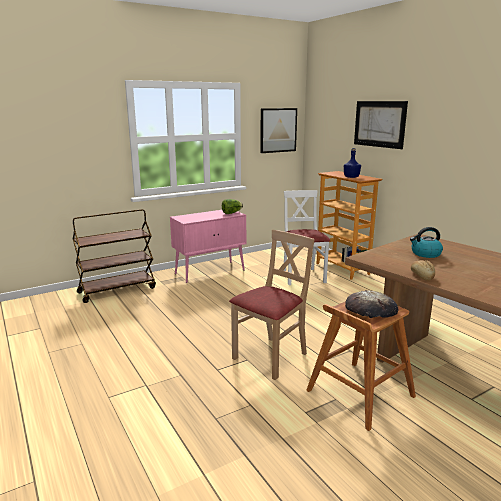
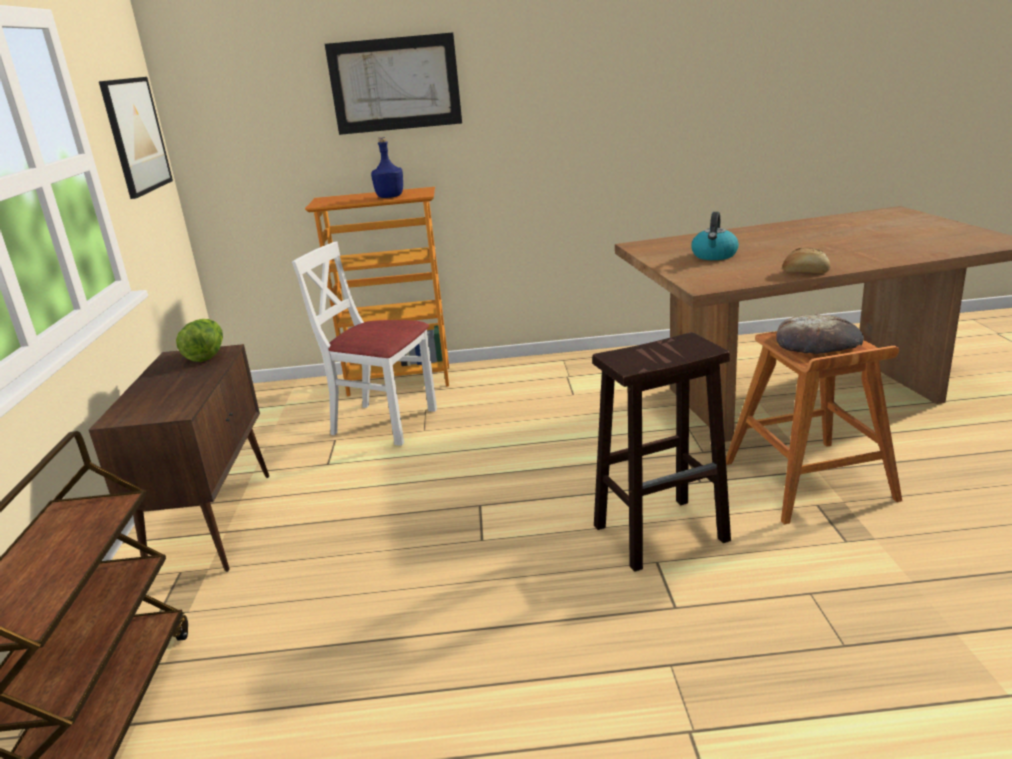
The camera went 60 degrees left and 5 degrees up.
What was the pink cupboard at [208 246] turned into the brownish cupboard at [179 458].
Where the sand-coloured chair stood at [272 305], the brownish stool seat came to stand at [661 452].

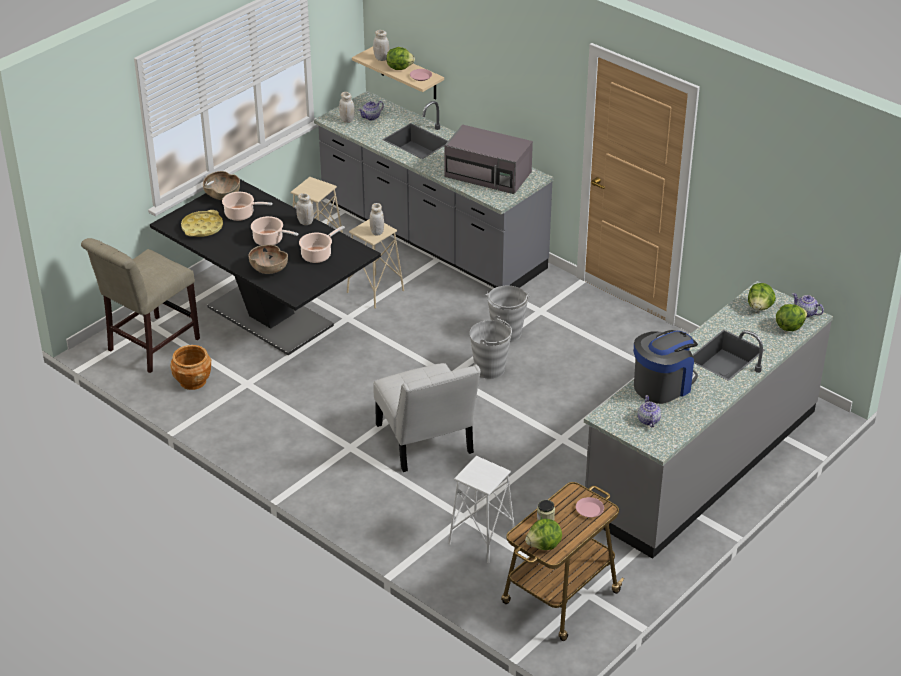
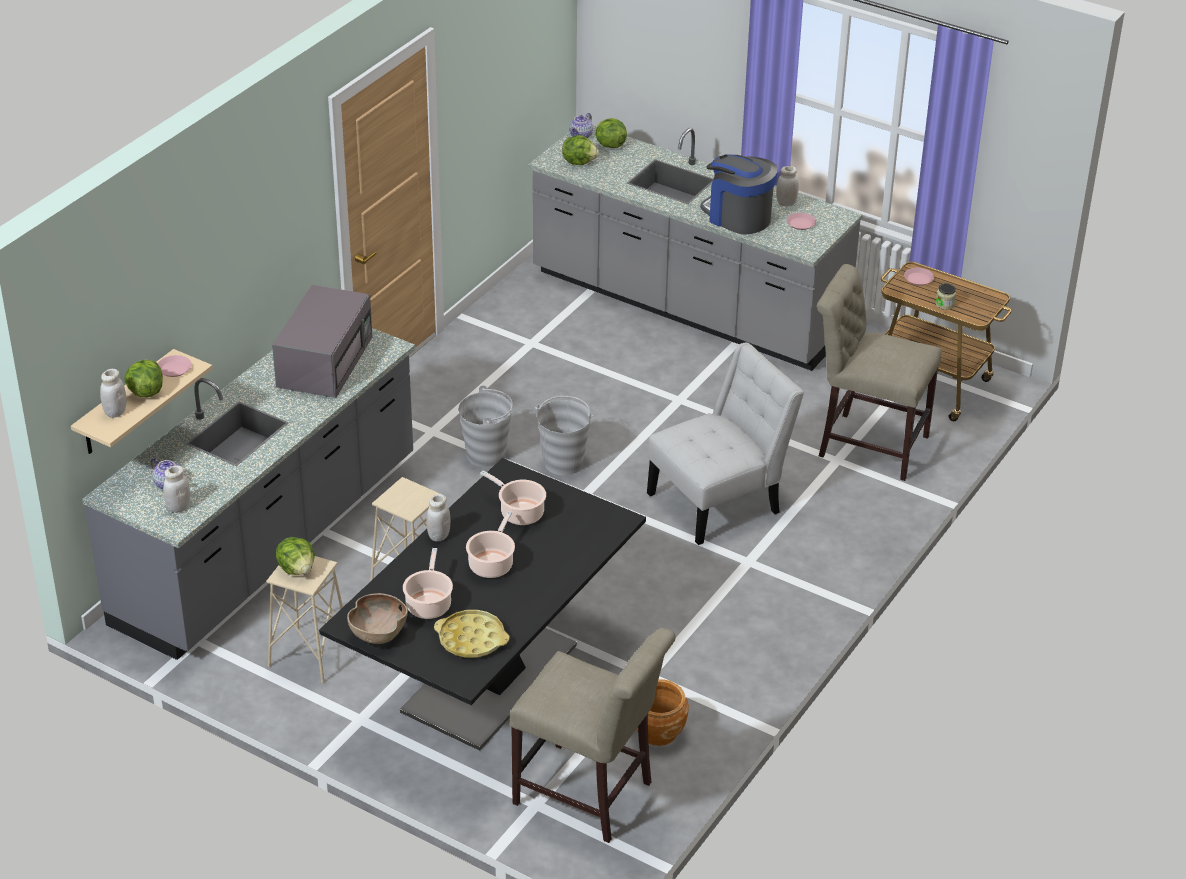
The camera went 100 degrees left and 0 degrees up.
The head of lettuce ended up elsewhere, having gone from [543 534] to [295 556].
The whitish jar ended up elsewhere, having gone from [377 219] to [787 186].
Where the tea pot stood at [649 411], the pink plate came to stand at [801 221].
Where the whitish stool seat stood at [481 510], the sand-coloured chair came to stand at [879 372].
The second view lost the brownish serving bowl at [268 259].

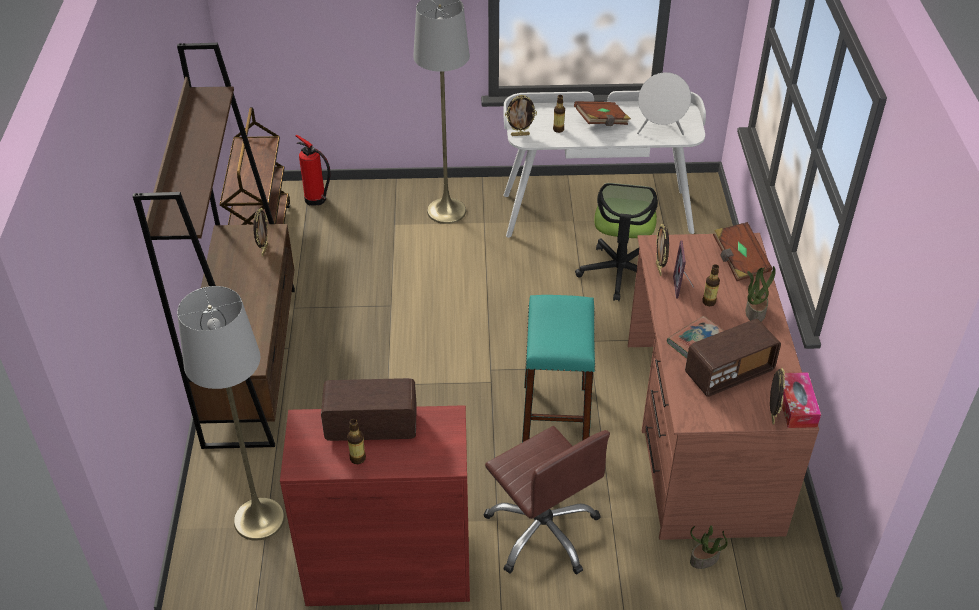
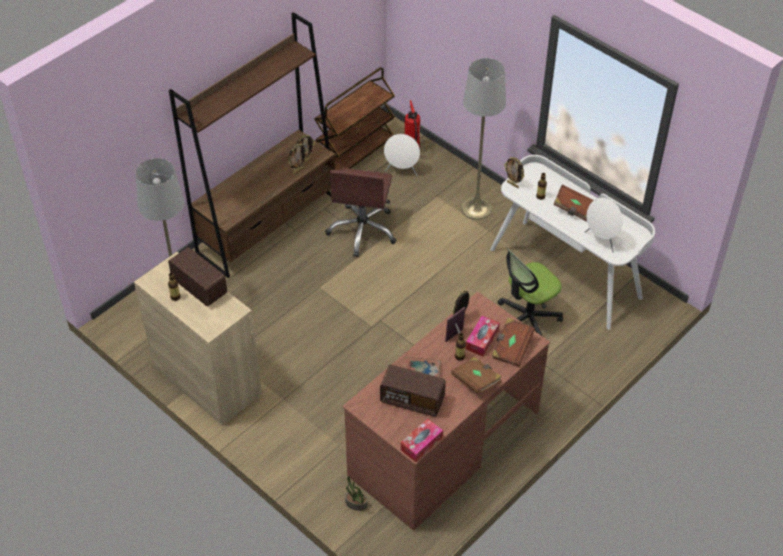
The camera went 45 degrees right and 5 degrees up.
What was the red cupboard at [375 505] turned into the sand-coloured cupboard at [198 339].
The picture frame ended up elsewhere, having gone from [777 396] to [298 159].
The brownish office chair ended up elsewhere, having gone from [547 500] to [361 212].
The second view gained the whitish loudspeaker at [402 155].
Where the plant in a pot stood at [761 294], the brownish book came to stand at [476 375].
The second view gained the tissue box at [482 336].
The second view lost the turquoise stool seat at [558 368].

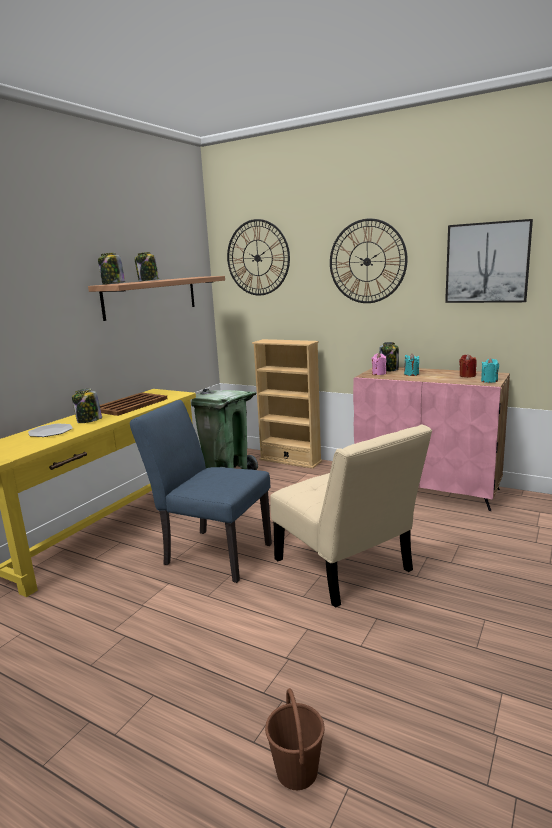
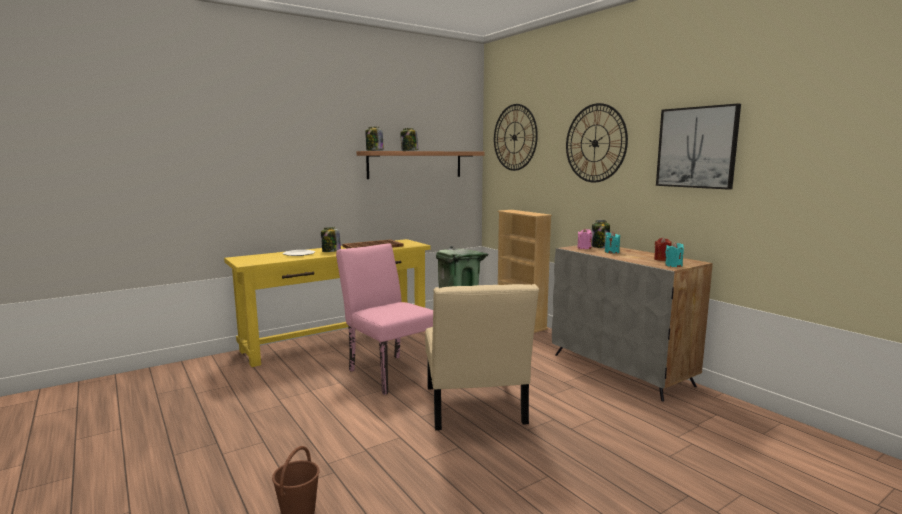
The camera went 25 degrees right and 5 degrees down.
What was the bluish chair at [201 491] turned into the pink chair at [384 319].
What was the pink cupboard at [431 439] turned into the gray cupboard at [632 322].

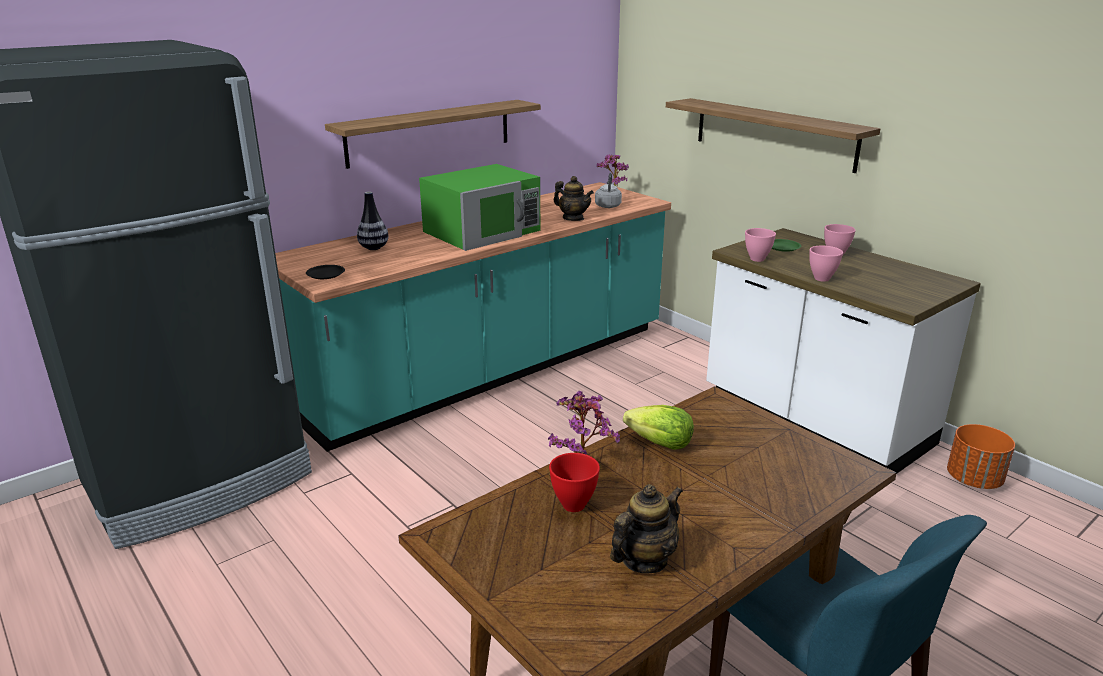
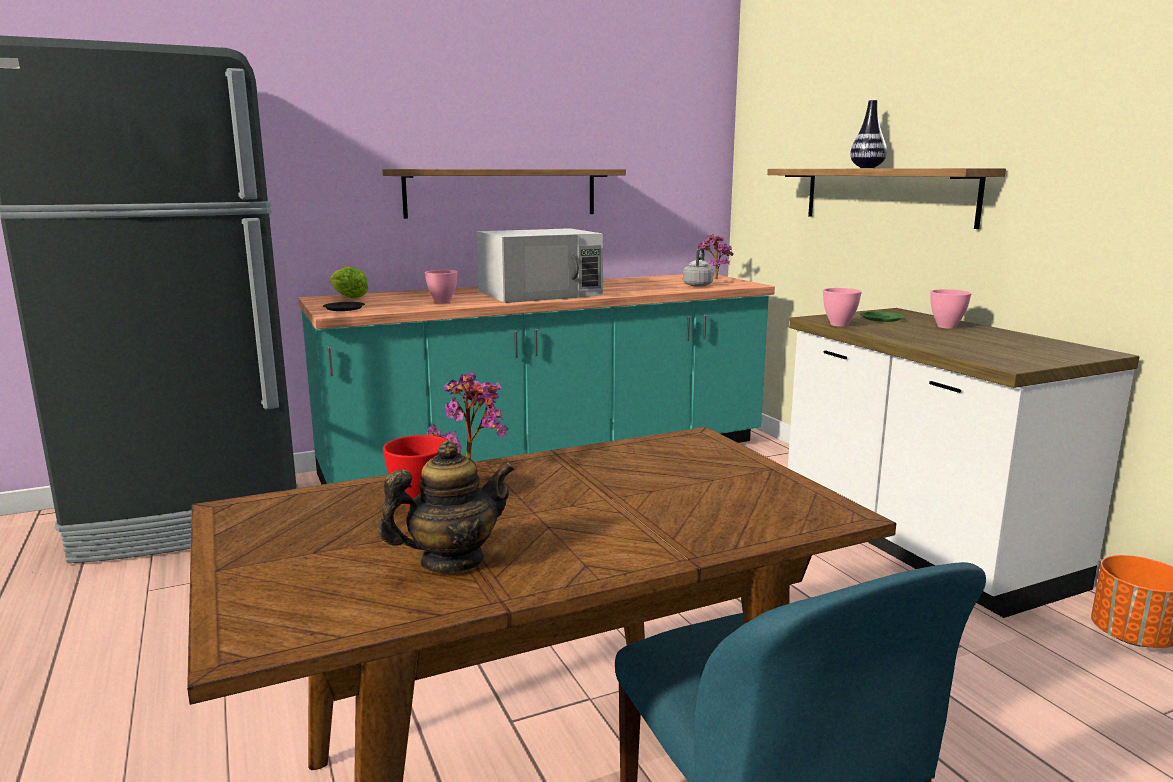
The camera went 15 degrees right and 10 degrees down.
The head of lettuce ended up elsewhere, having gone from [658 427] to [349 283].
The pink serving bowl ended up elsewhere, having gone from [826 264] to [441 286].
What was the greenish microwave oven at [479 207] turned into the whitish microwave oven at [539 265].
The decorative vase ended up elsewhere, having gone from [373 221] to [868 134].
The second view lost the tea pot at [574 198].

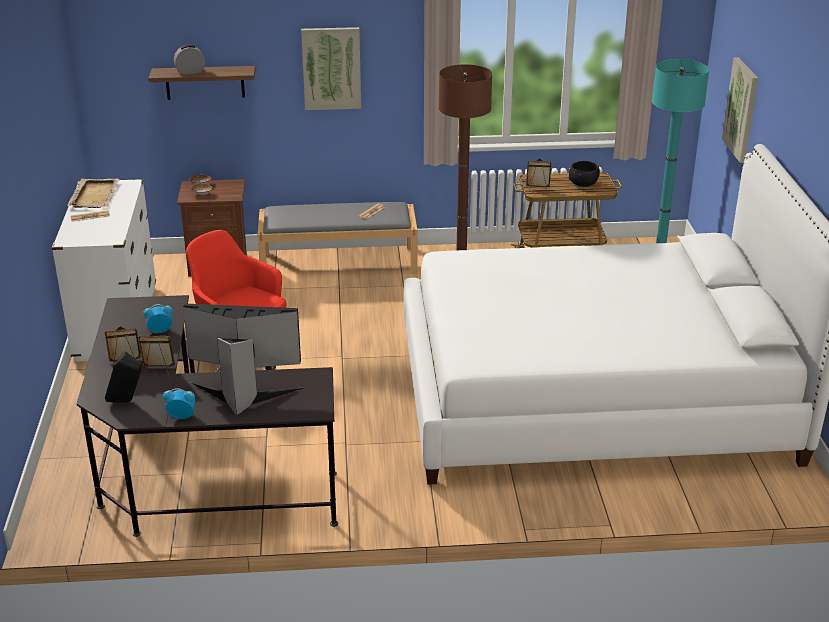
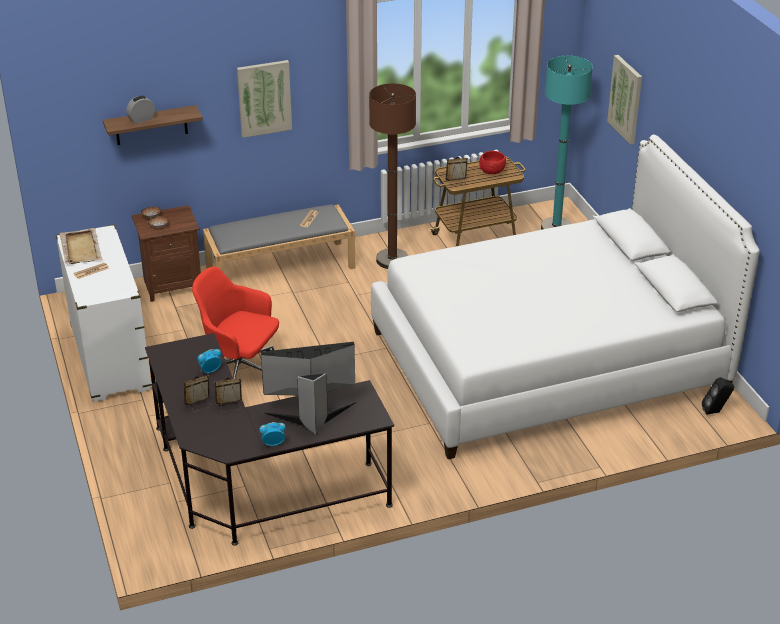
The camera went 15 degrees left and 5 degrees up.
What was the black-coloured serving bowl at [584 174] turned into the red serving bowl at [492 162].
The black-coloured loudspeaker ended up elsewhere, having gone from [123 376] to [718 396].

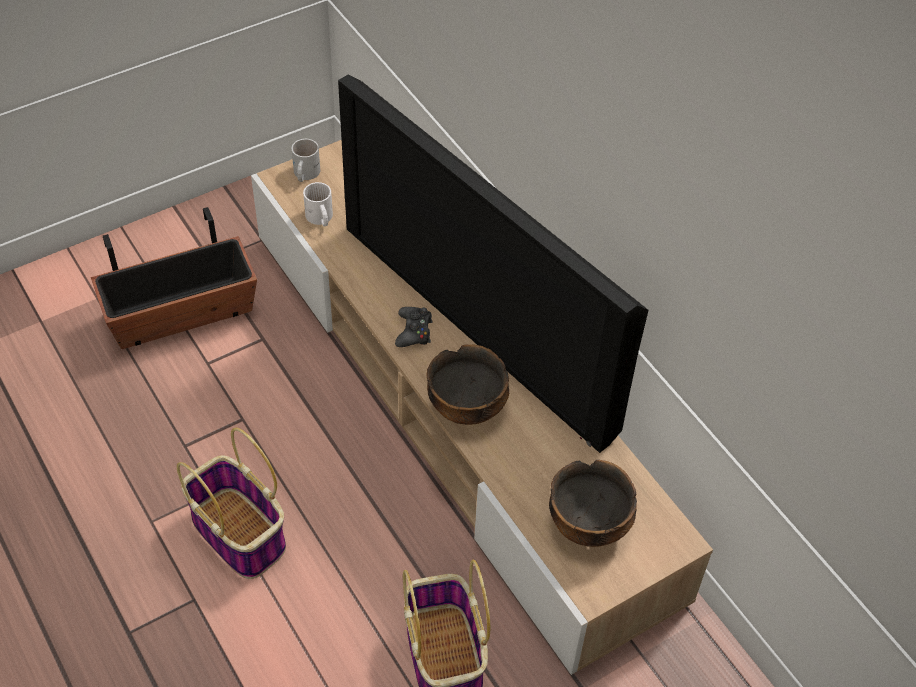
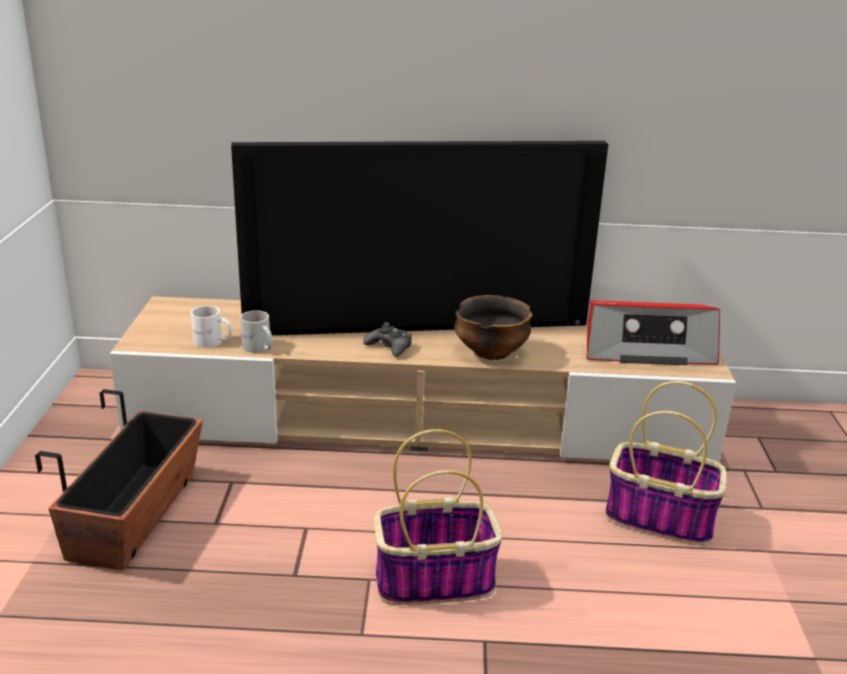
The camera went 55 degrees left and 25 degrees down.
The whitish coffee mug ended up elsewhere, having gone from [306 160] to [256 331].
Where the serving bowl stood at [593 503], the radio set came to stand at [653 332].

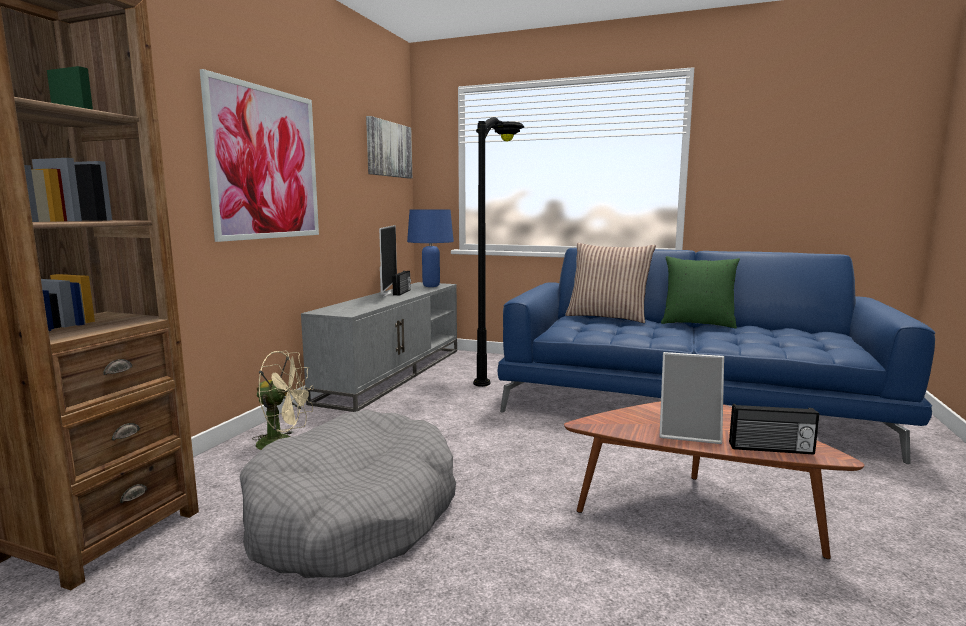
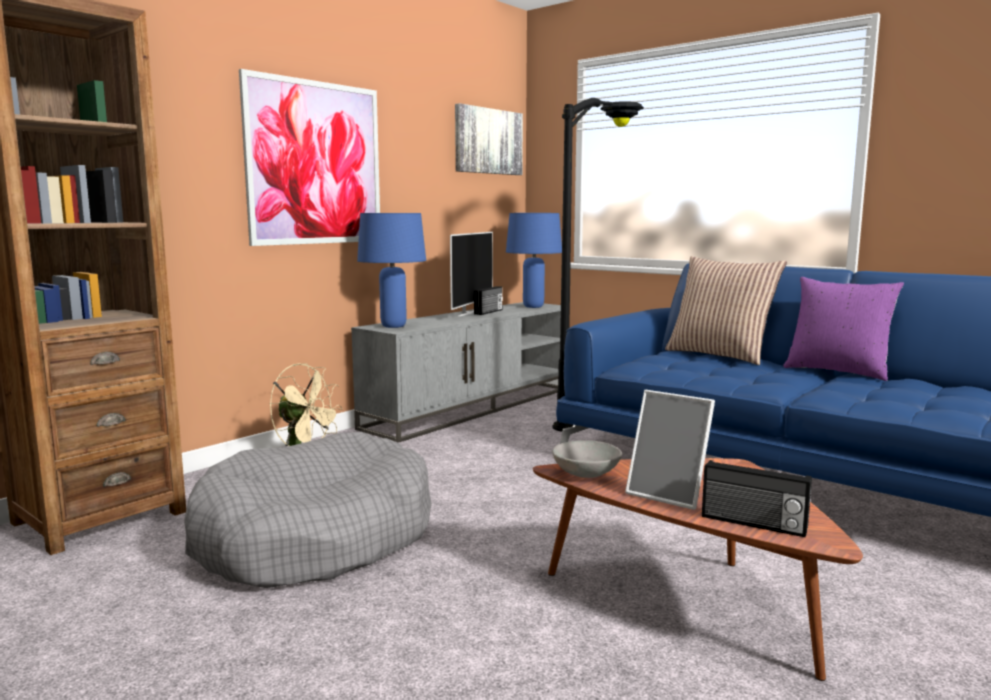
The camera went 20 degrees right and 0 degrees up.
The second view gained the bluish tabletop lamp at [391 270].
The second view gained the gray serving bowl at [587 459].
What was the greenish cushion at [700 292] turned into the purplish cushion at [843 329].

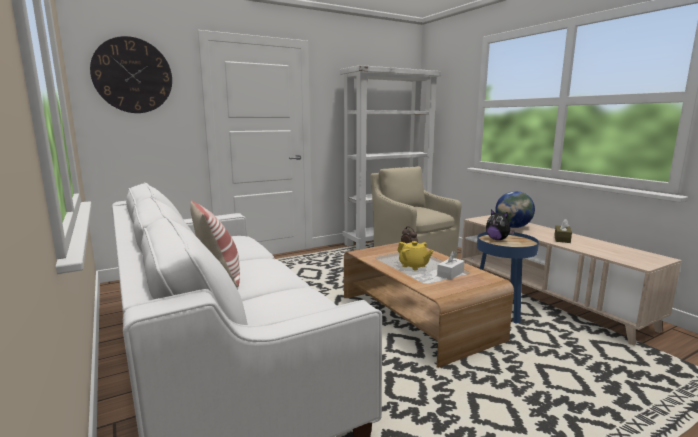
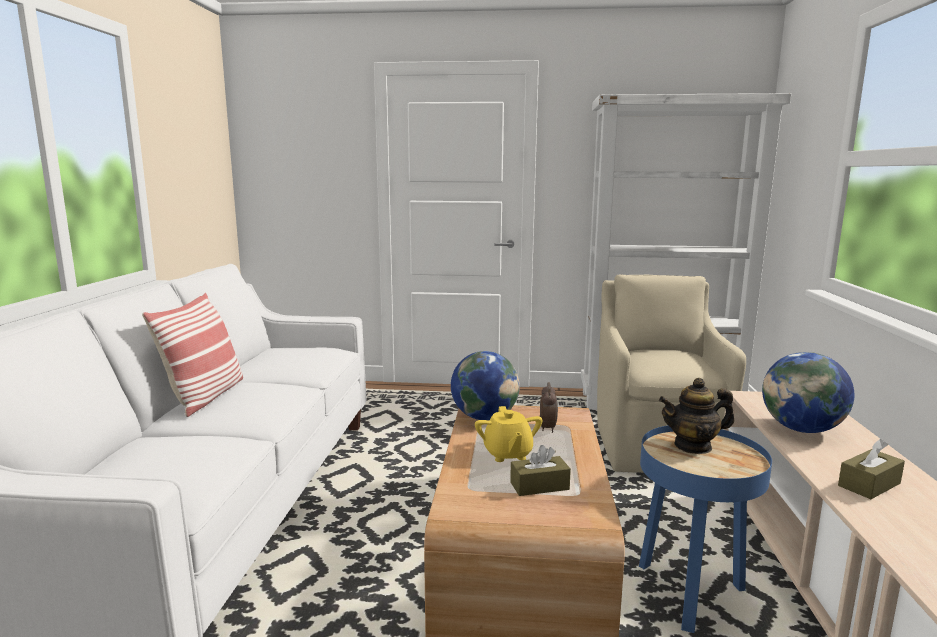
The camera went 35 degrees right and 0 degrees up.
The second view gained the globe at [485 385].
What was the whitish tissue box at [451 265] turned into the brownish tissue box at [540 470].
Where the soft toy stood at [500 224], the tea pot came to stand at [696 416].
The second view lost the hanging clock at [131 74].

